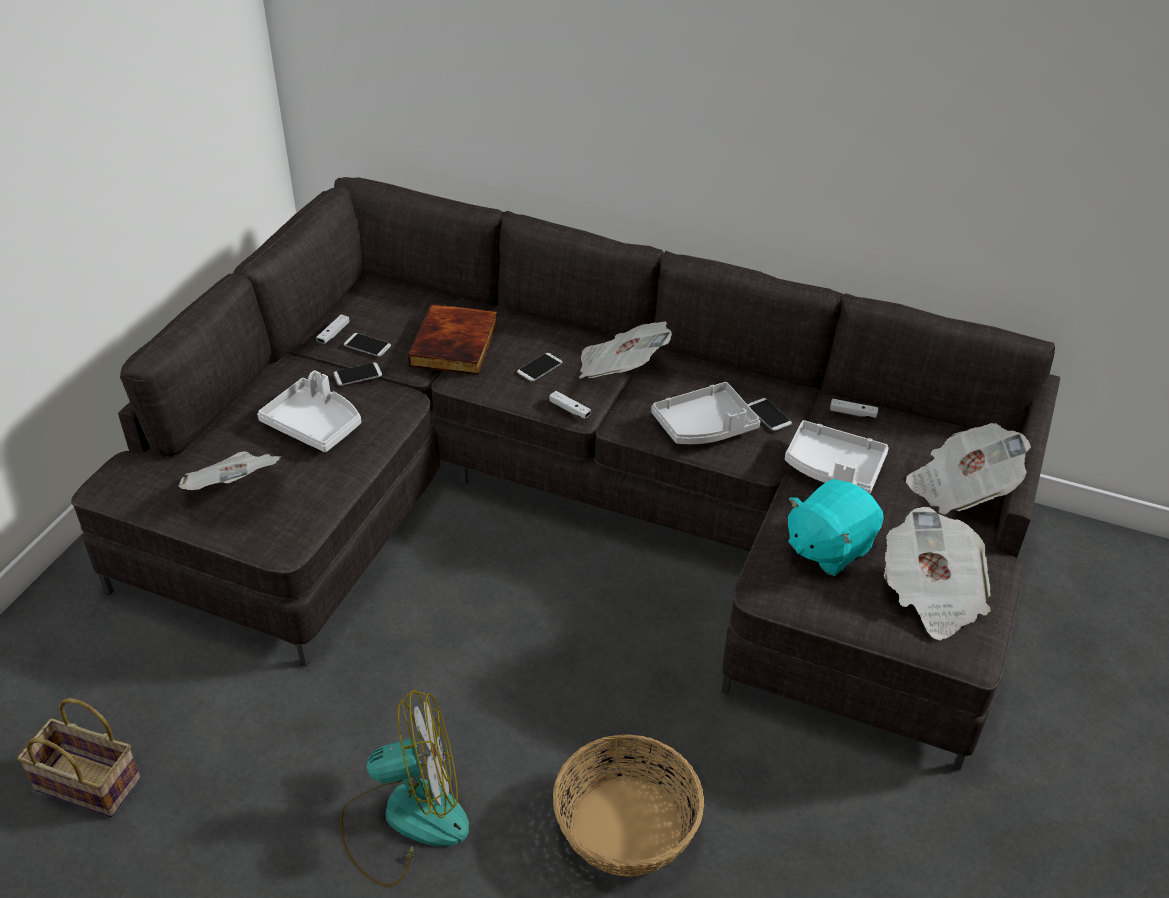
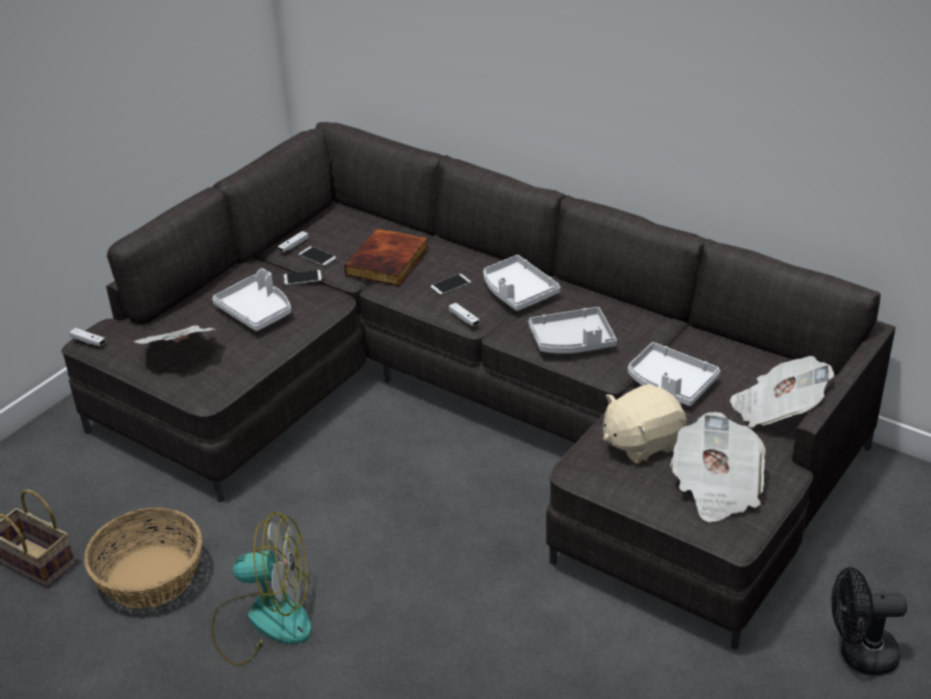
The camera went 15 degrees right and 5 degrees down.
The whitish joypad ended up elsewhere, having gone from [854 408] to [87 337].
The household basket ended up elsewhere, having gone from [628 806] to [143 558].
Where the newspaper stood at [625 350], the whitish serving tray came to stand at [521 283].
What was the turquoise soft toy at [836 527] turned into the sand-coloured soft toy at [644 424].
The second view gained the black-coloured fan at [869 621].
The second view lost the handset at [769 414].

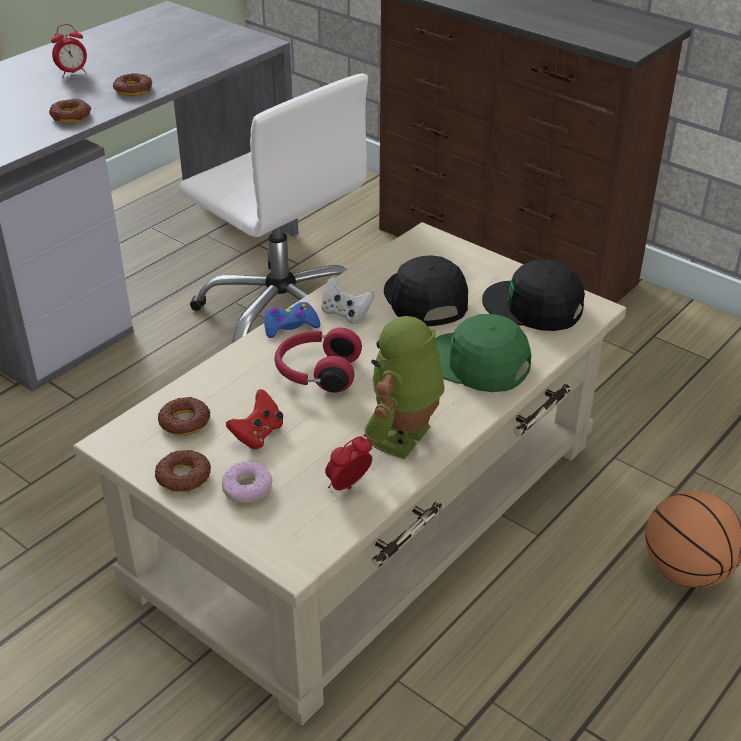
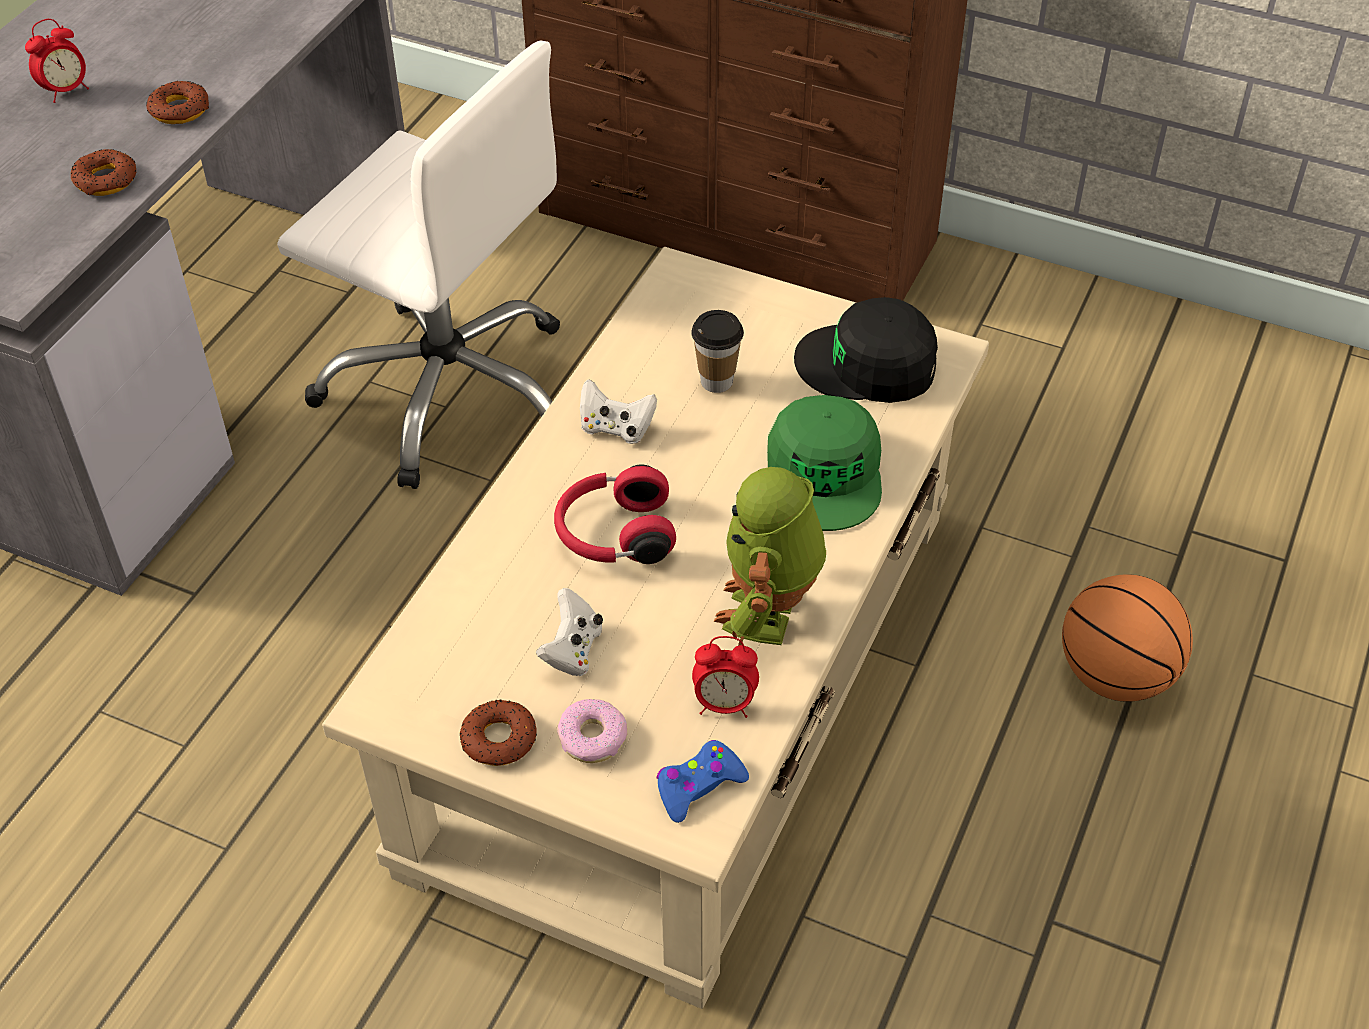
The camera went 15 degrees left and 10 degrees up.
What was the red joypad at [254 419] turned into the whitish joypad at [569 632].
The bluish joypad ended up elsewhere, having gone from [292 320] to [702 781].
Where the black-coloured baseball cap stood at [426 290], the cup came to stand at [717 351].
The alarm clock at [348 463] ended up facing another way, 120 degrees counterclockwise from before.
The greenish baseball cap at [483 353] ended up facing another way, 105 degrees counterclockwise from before.
The second view lost the donut at [184 416].

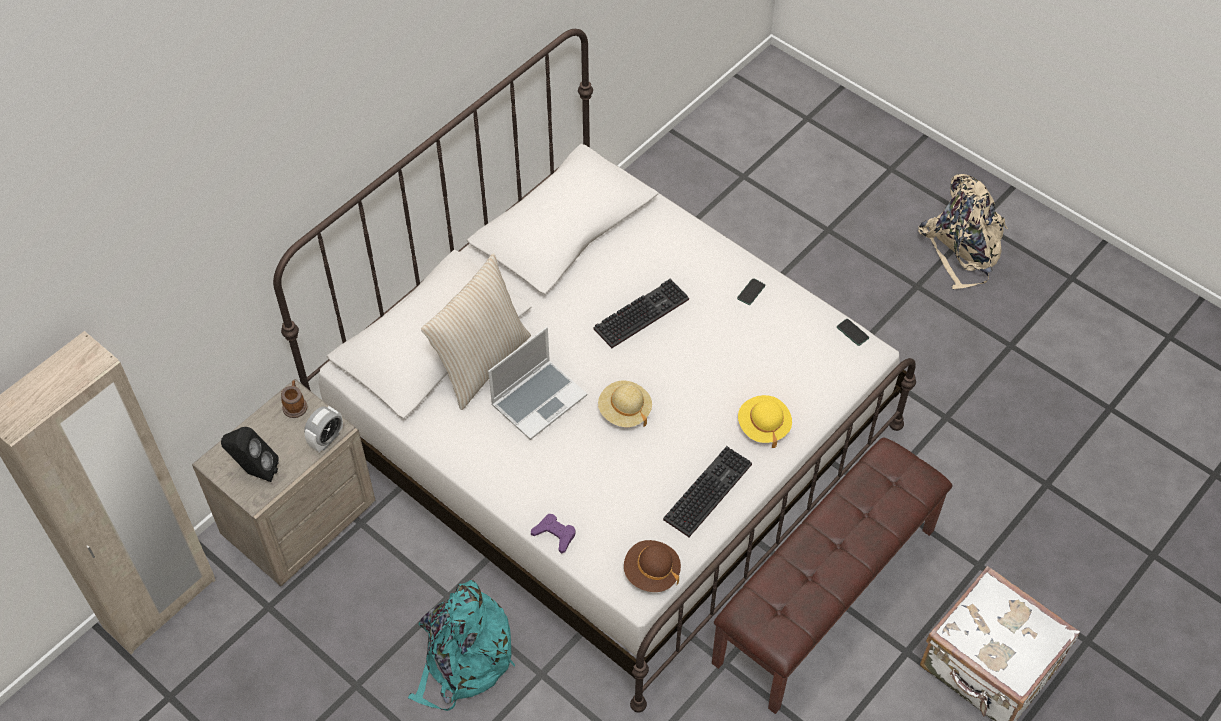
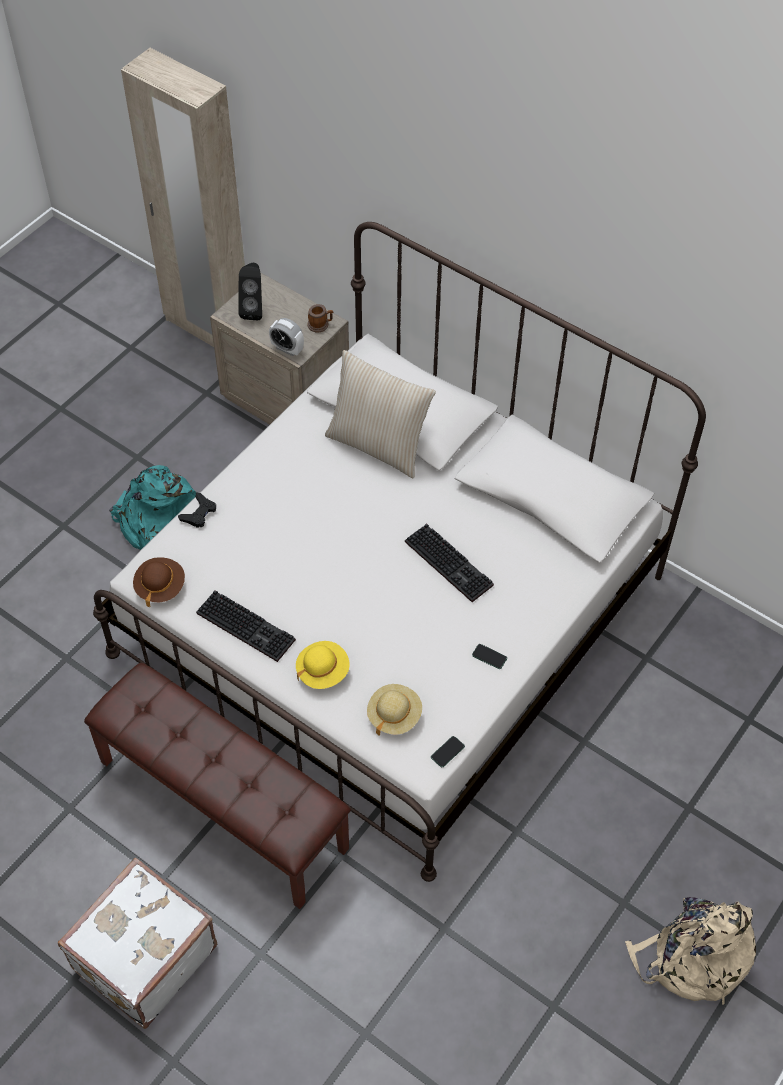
The camera went 85 degrees right and 0 degrees up.
What was the purplish joypad at [553 534] turned into the black-coloured joypad at [197 510].
The sand-coloured hat ended up elsewhere, having gone from [625 404] to [394 710].
The second view lost the portable computer at [537 383].

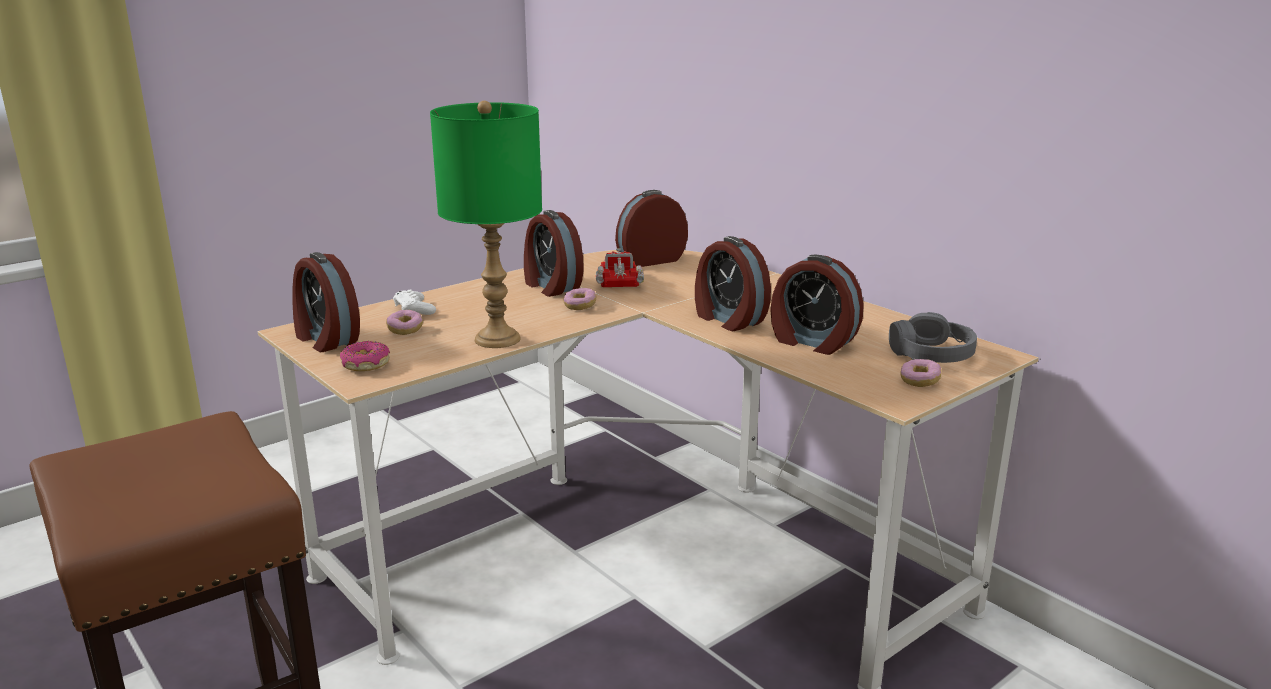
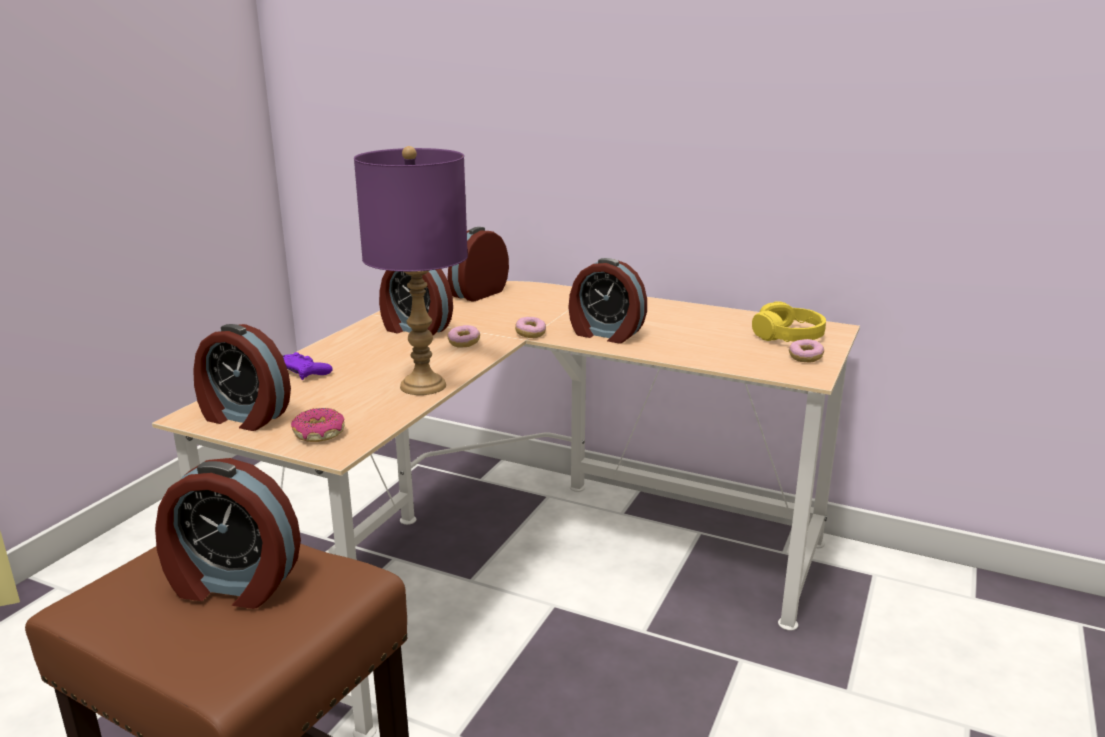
The camera went 25 degrees left and 0 degrees up.
The alarm clock ended up elsewhere, having gone from [817 305] to [228 533].
What was the whitish joypad at [414 302] turned into the purplish joypad at [308 366].
What was the greenish tabletop lamp at [486 224] turned into the purplish tabletop lamp at [411 270].
The donut ended up elsewhere, having gone from [404 322] to [530 327].
What was the gray headphones at [933 337] turned into the yellow-coloured headphones at [789 322].
The second view lost the toy truck at [620 267].

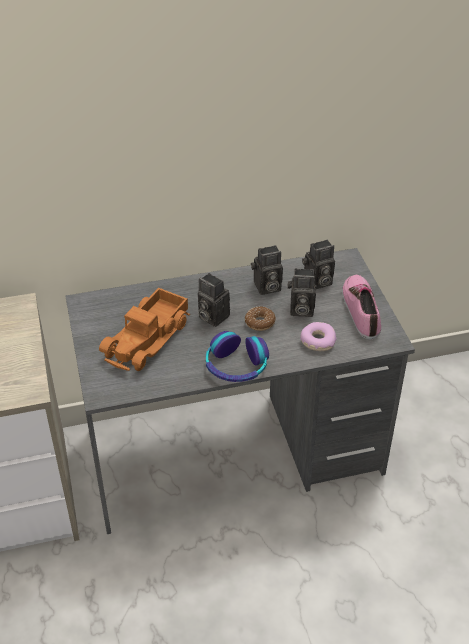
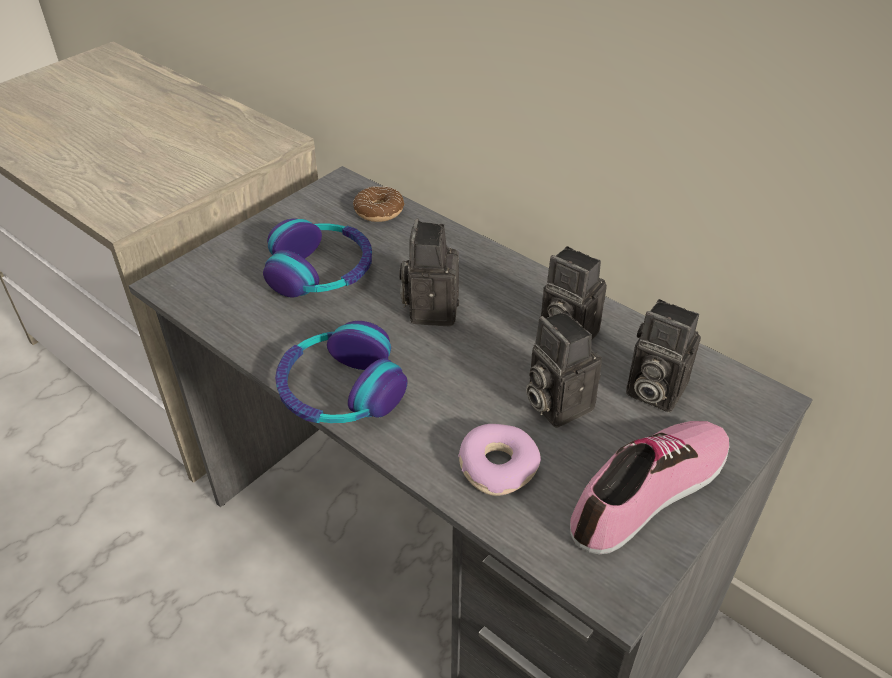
The camera went 55 degrees right and 0 degrees up.
Where the toy truck stood at [144 329], the headphones came to stand at [317 258].
The donut ended up elsewhere, having gone from [260 318] to [378 204].

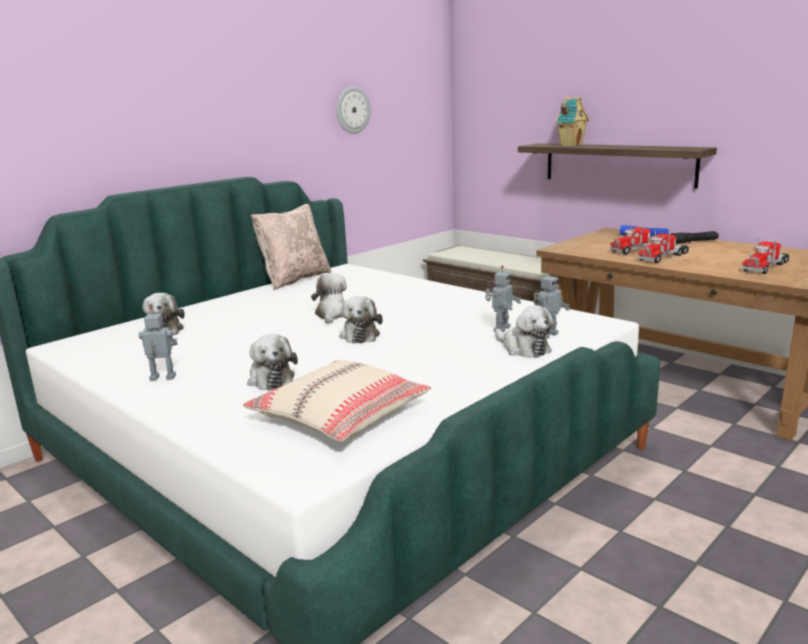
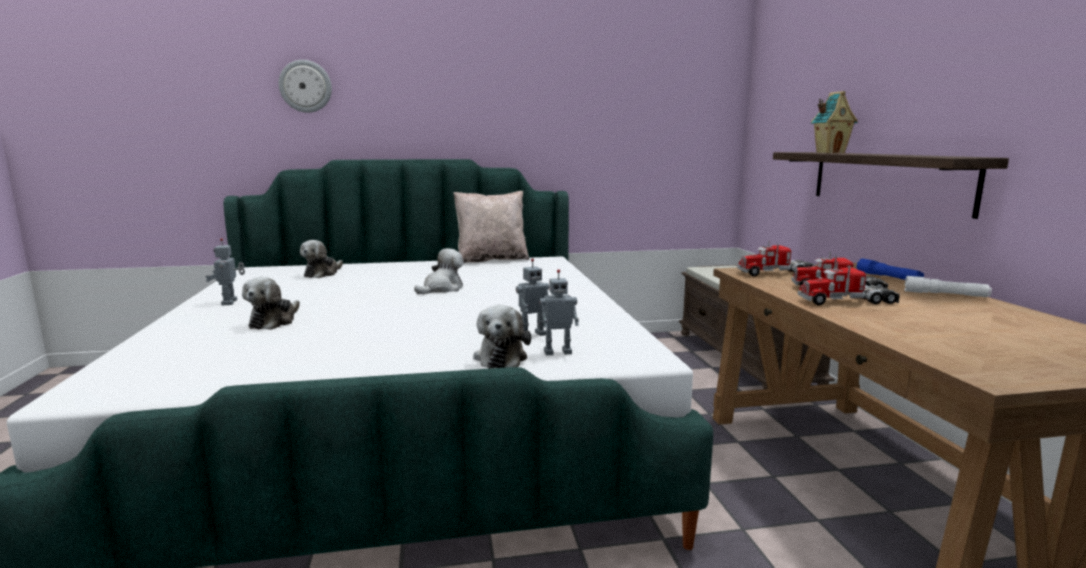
The camera went 35 degrees right and 5 degrees down.
The robot figure at [158 344] ended up facing another way, 135 degrees counterclockwise from before.
The hanging clock ended up elsewhere, having gone from [353 110] to [305 86].
The toy truck ended up elsewhere, having gone from [766 256] to [777 258].
What was the black-coloured flashlight at [695 237] turned into the whitish flashlight at [948 286].
The second view lost the sand-coloured cushion at [337 401].
The second view lost the soft toy at [361 319].

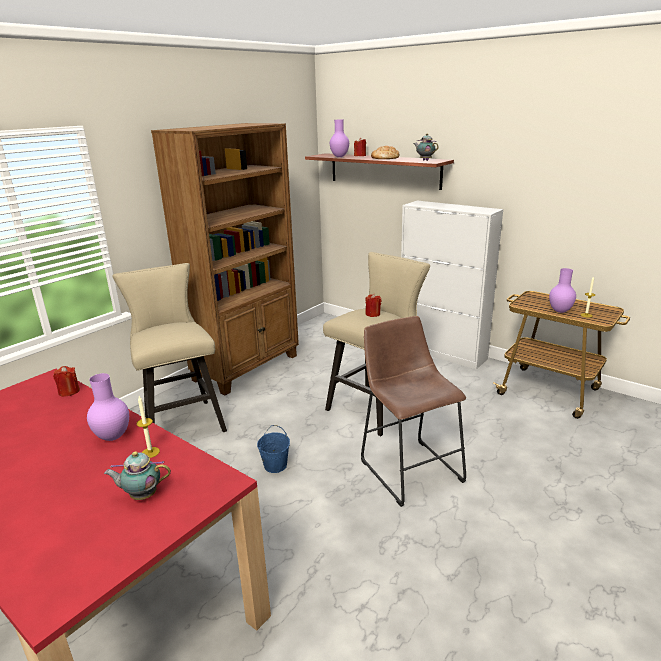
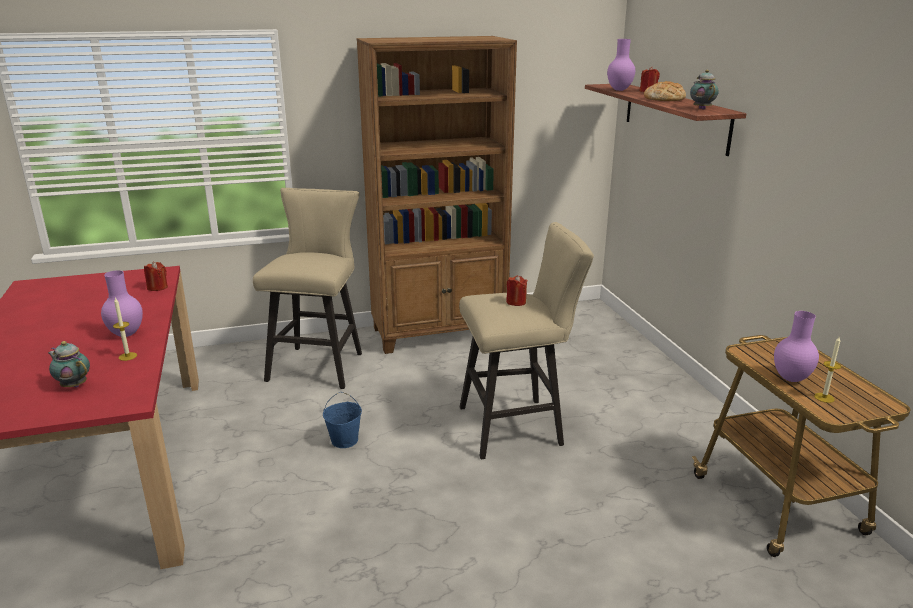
The camera went 35 degrees right and 0 degrees up.
The second view lost the brownish stool seat at [413 411].
The second view lost the whitish cupboard at [452 285].

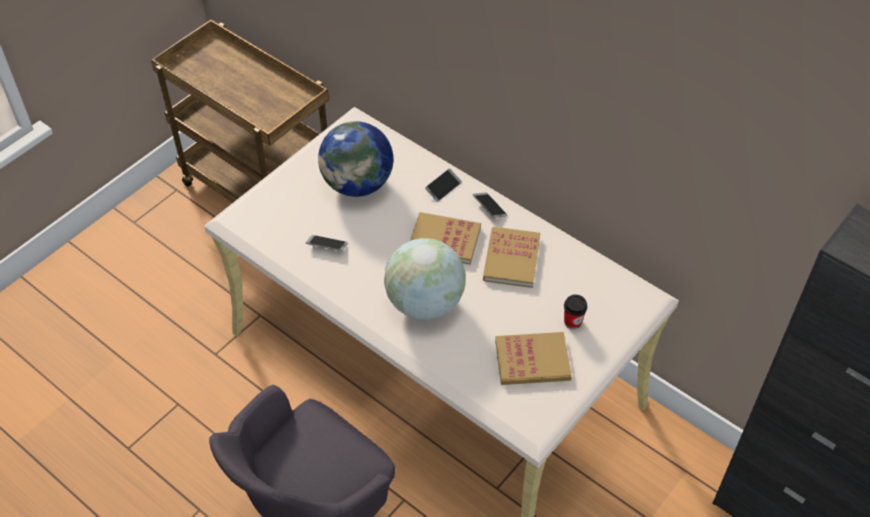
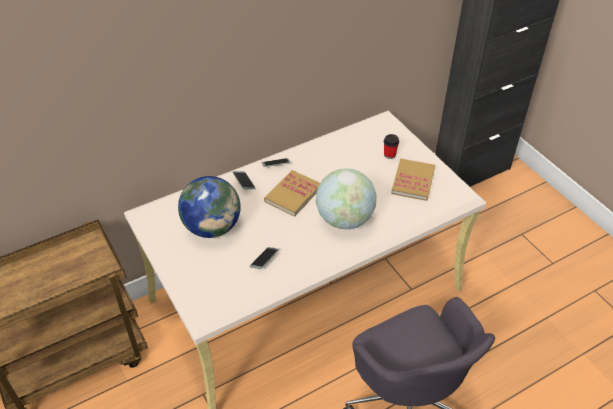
The camera went 70 degrees left and 5 degrees down.
The second view lost the book at [511 257].

